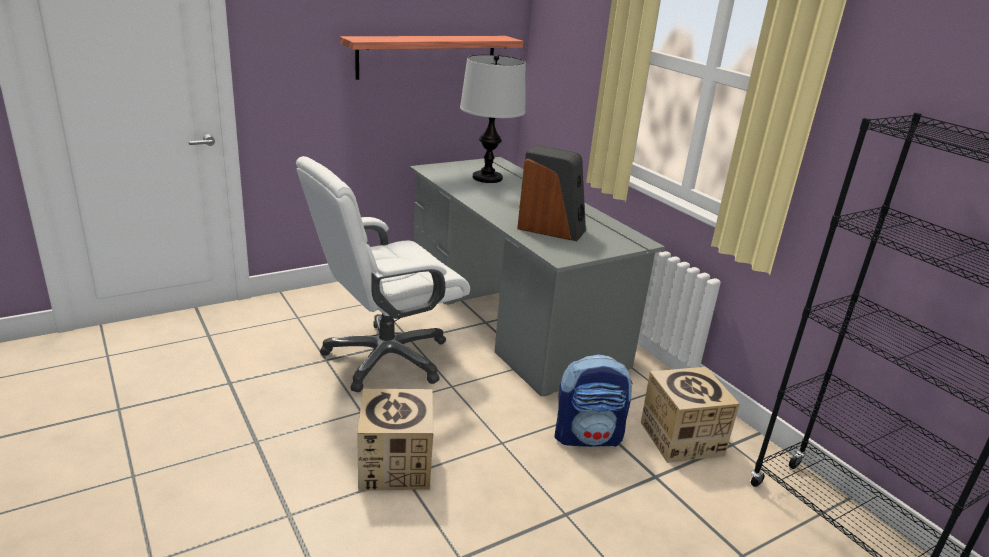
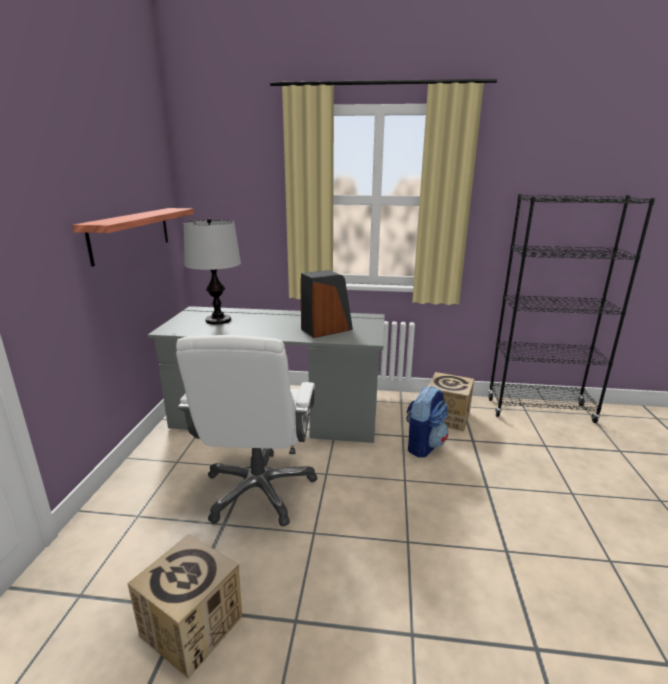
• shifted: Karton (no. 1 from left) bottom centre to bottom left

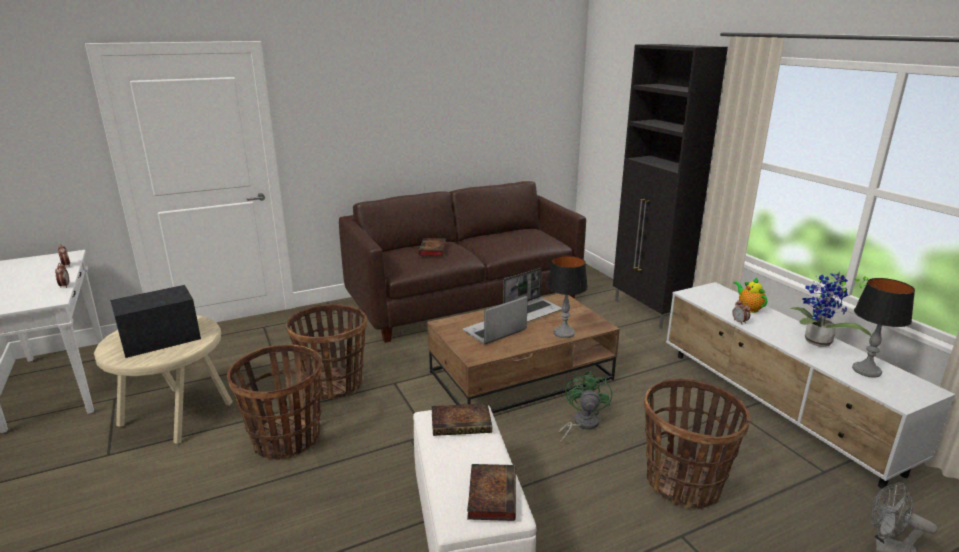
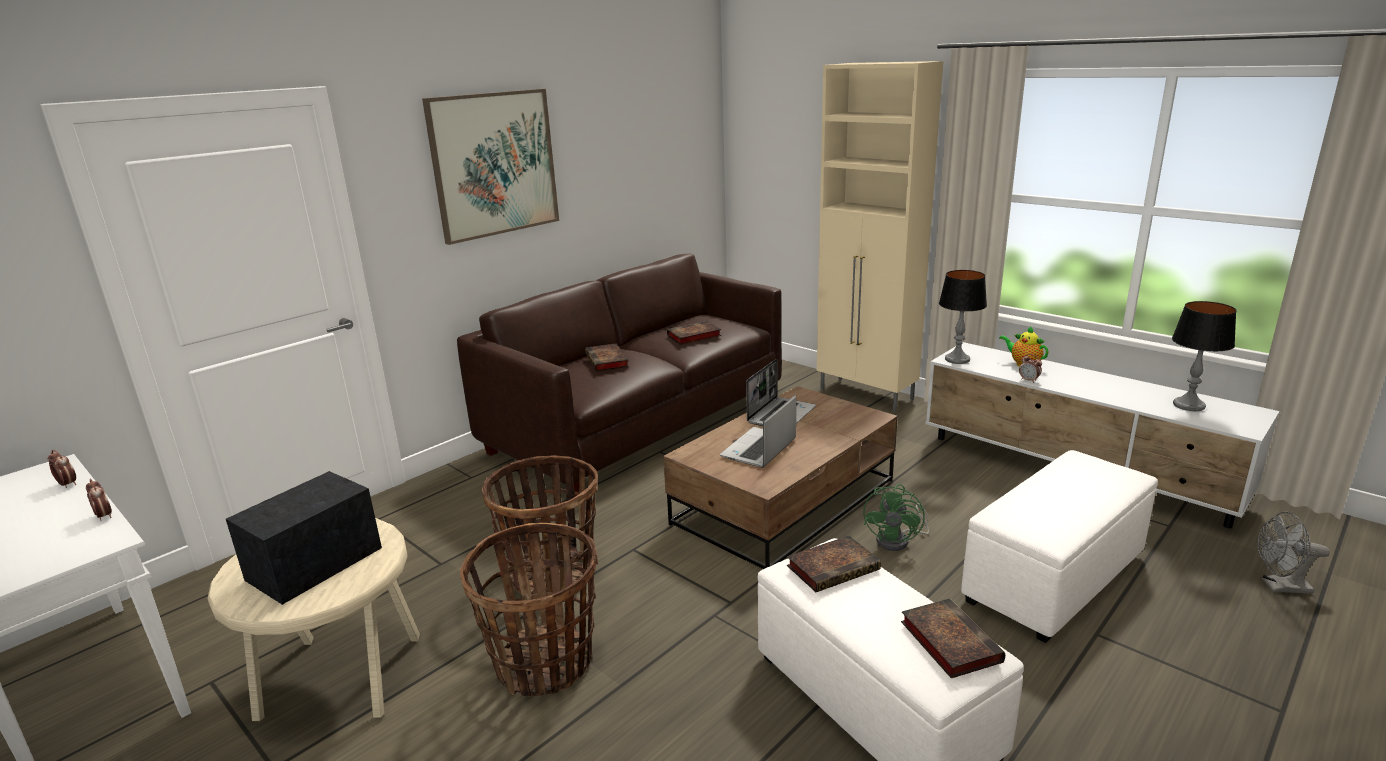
• new: Bild top centre
• new: Buch (no. 2 from left) centre
• repainted: Schrank/schwarz middle right to Schrank/beige top centre
• rotated: Ventilator/grün bottom centre = bottom centre 150 degrees counterclockwise
• shifted: Tischlampe (no. 1 from left) centre to middle right
• swapped: Korb (no. 3 from left) bottom right to Polsterhocker/weiß (no. 2 from left) bottom right
• gone: Topfpflanze middle right

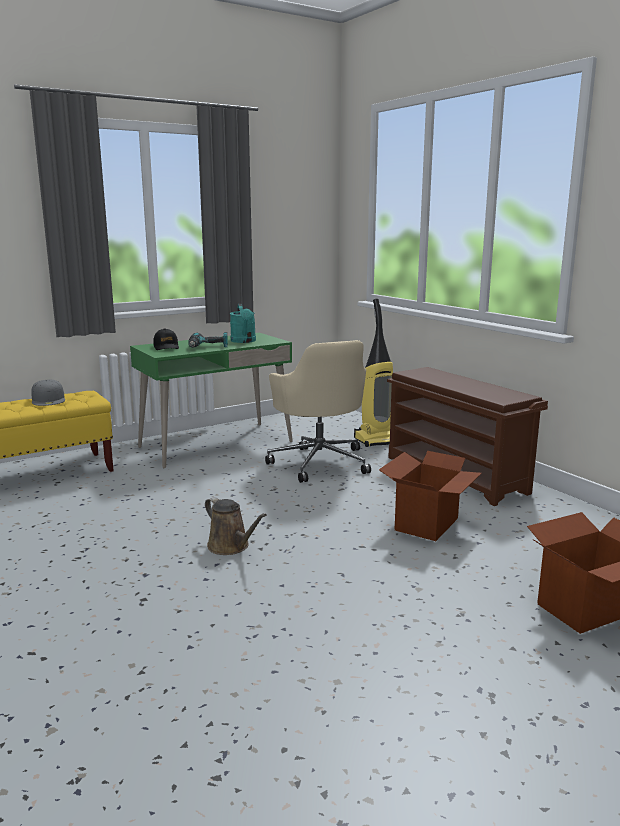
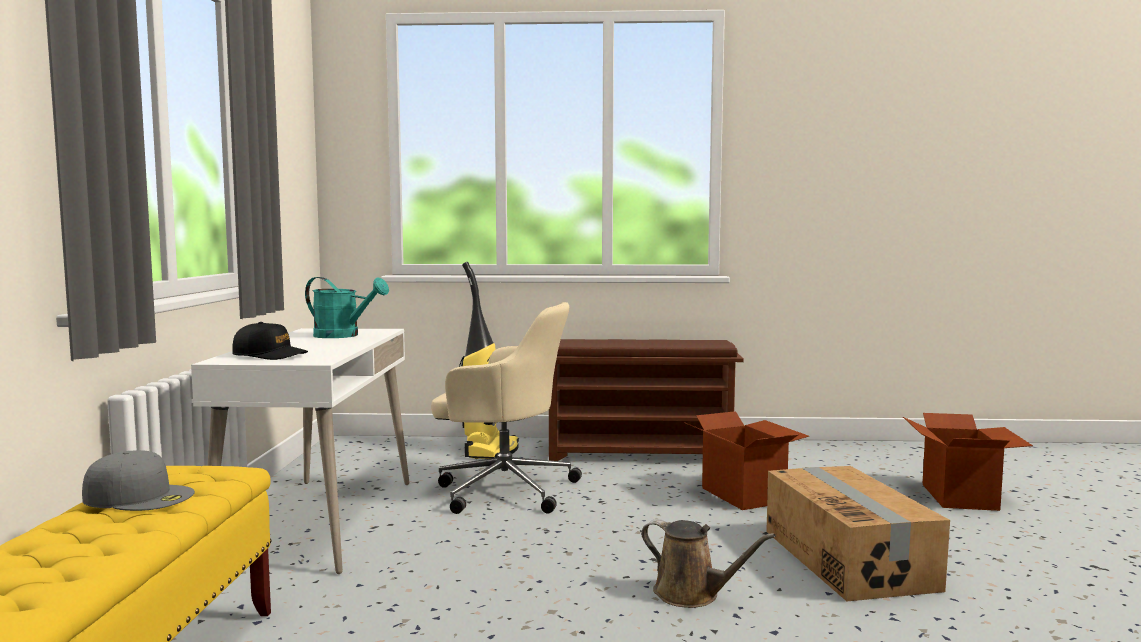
• repainted: Schreibtisch/grün centre to Schreibtisch/weiß bottom left
• rotated: Gießkanne/braun centre = bottom centre 45 degrees clockwise
• new: Karton (no. 2 from left) bottom right
• gone: Bohrmaschine centre

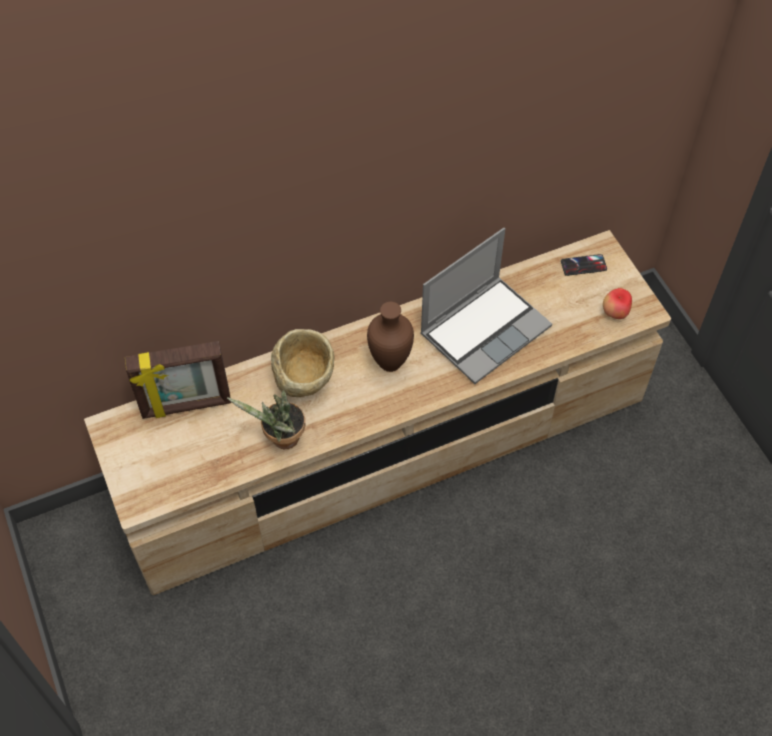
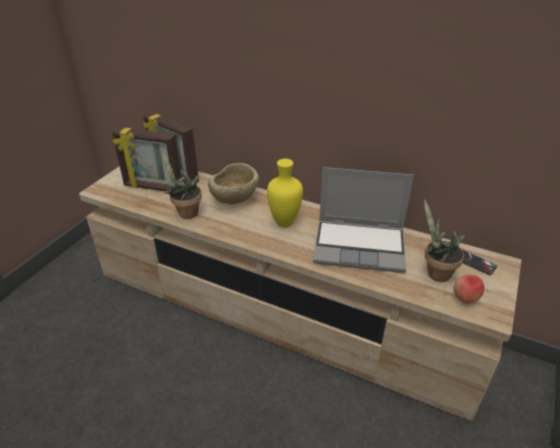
• new: Bilderrahmen (no. 1 from left) middle left
• repainted: Vase/braun centre to Vase/gelb centre
• new: Topfpflanze (no. 2 from left) middle right

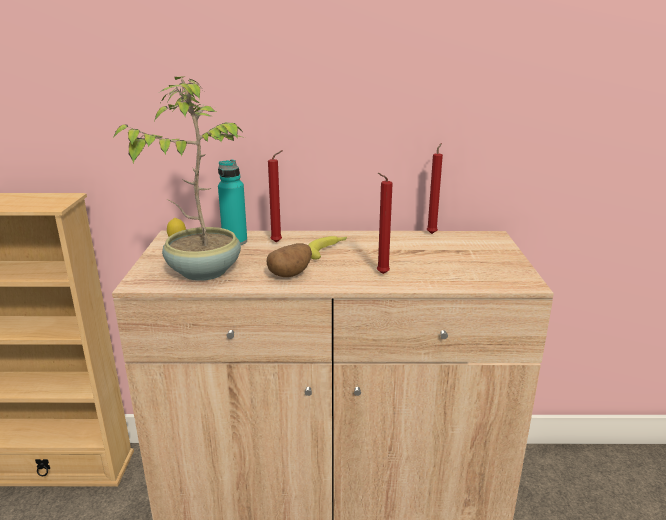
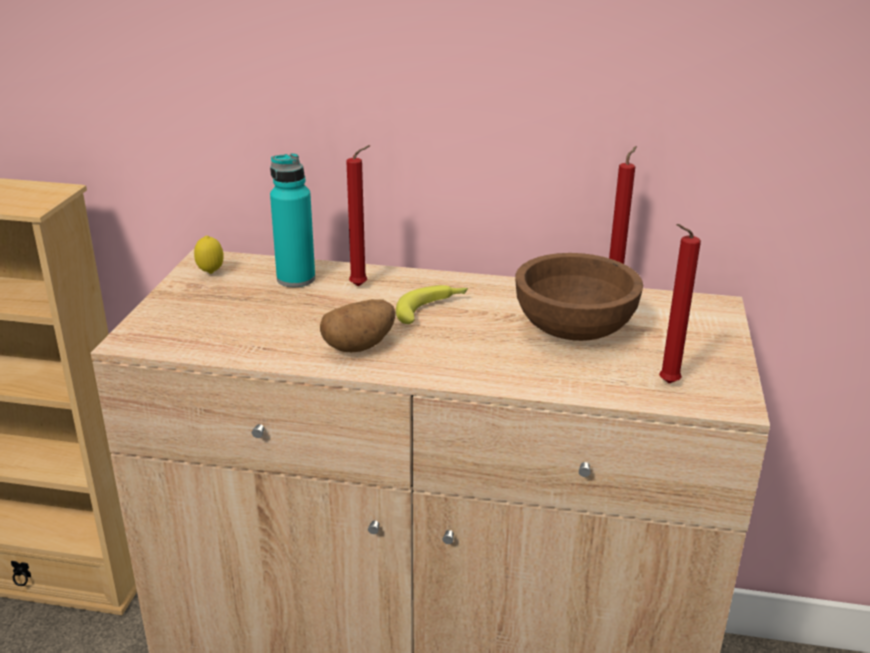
• new: Schüssel/braun centre
• shifted: Kerze/rot (no. 2 from left in the first image) centre to Kerze/rot (no. 3 from left) middle right
• gone: Topfpflanze middle left

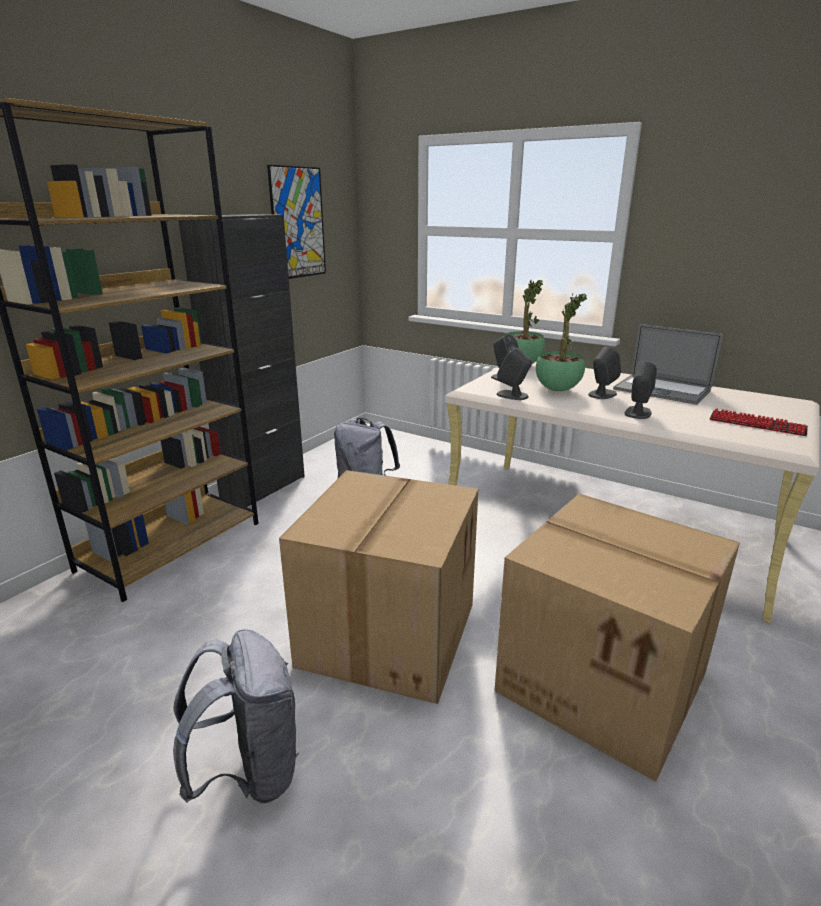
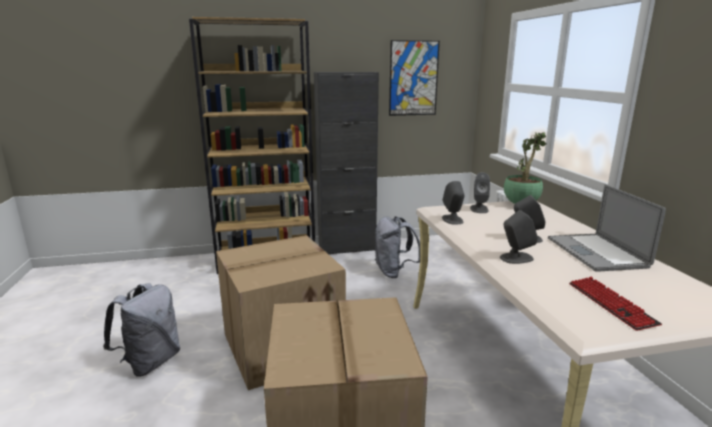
• gone: Topfpflanze (no. 2 from left) middle right

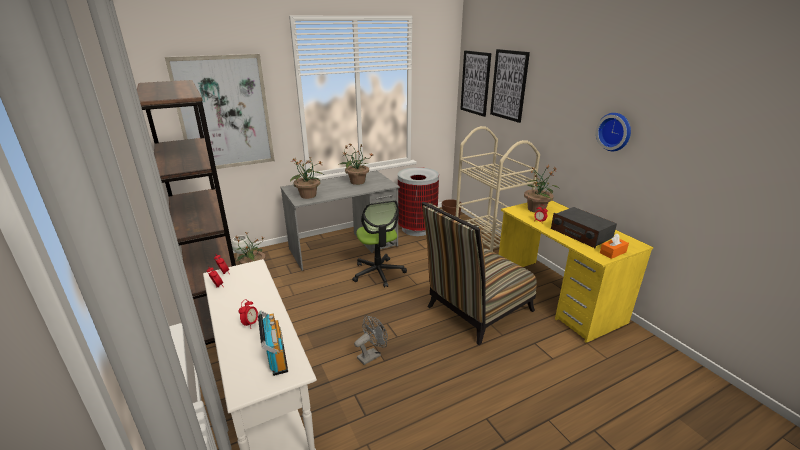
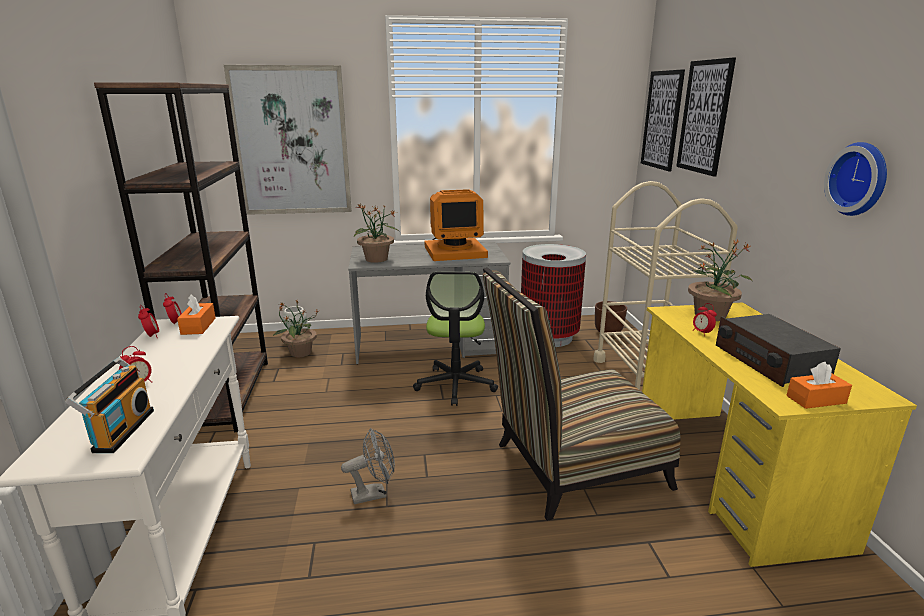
• new: Taschentuchbox/orange (no. 1 from left) middle left
• swapped: Topfpflanze (no. 3 from left) centre to Monitor centre

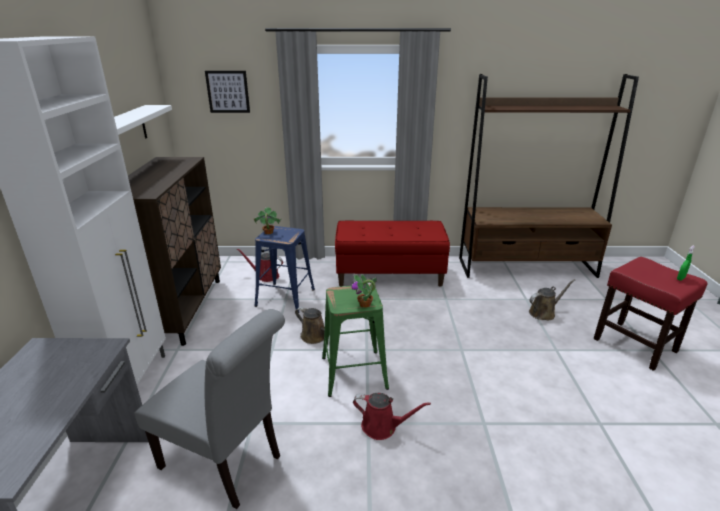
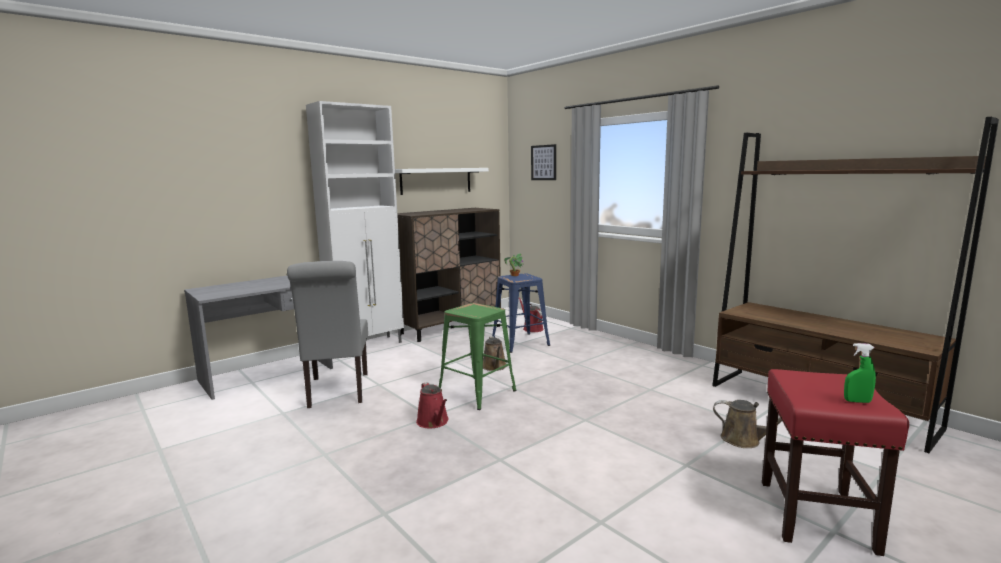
• gone: Bank/rot centre
• gone: Topfpflanze (no. 2 from left) centre

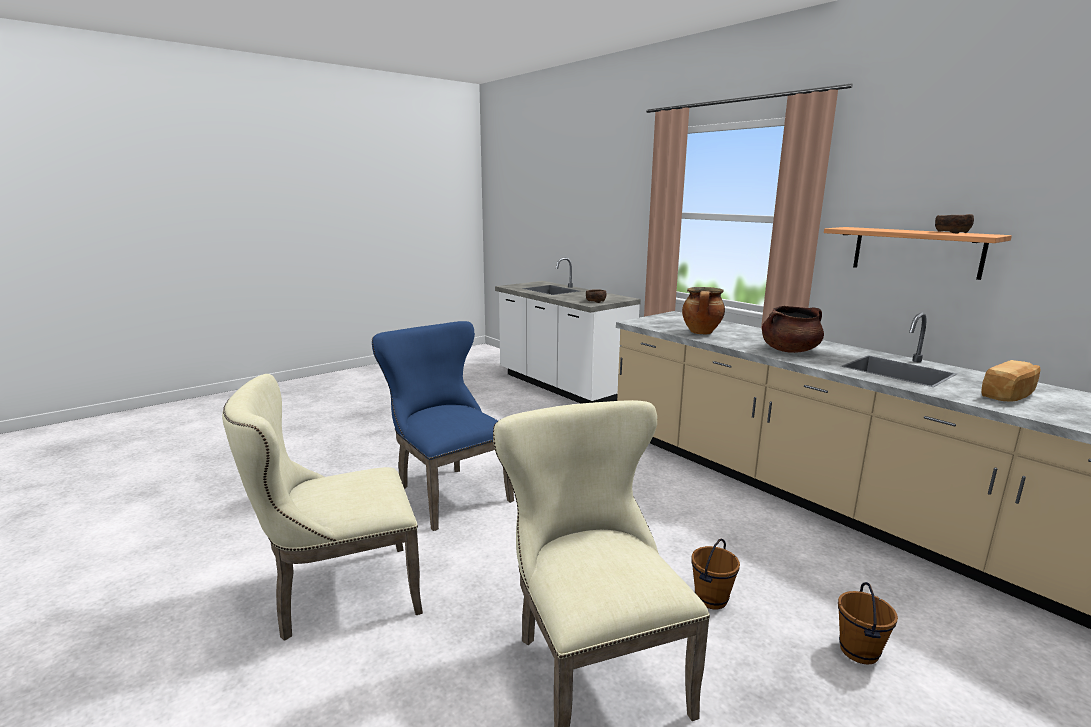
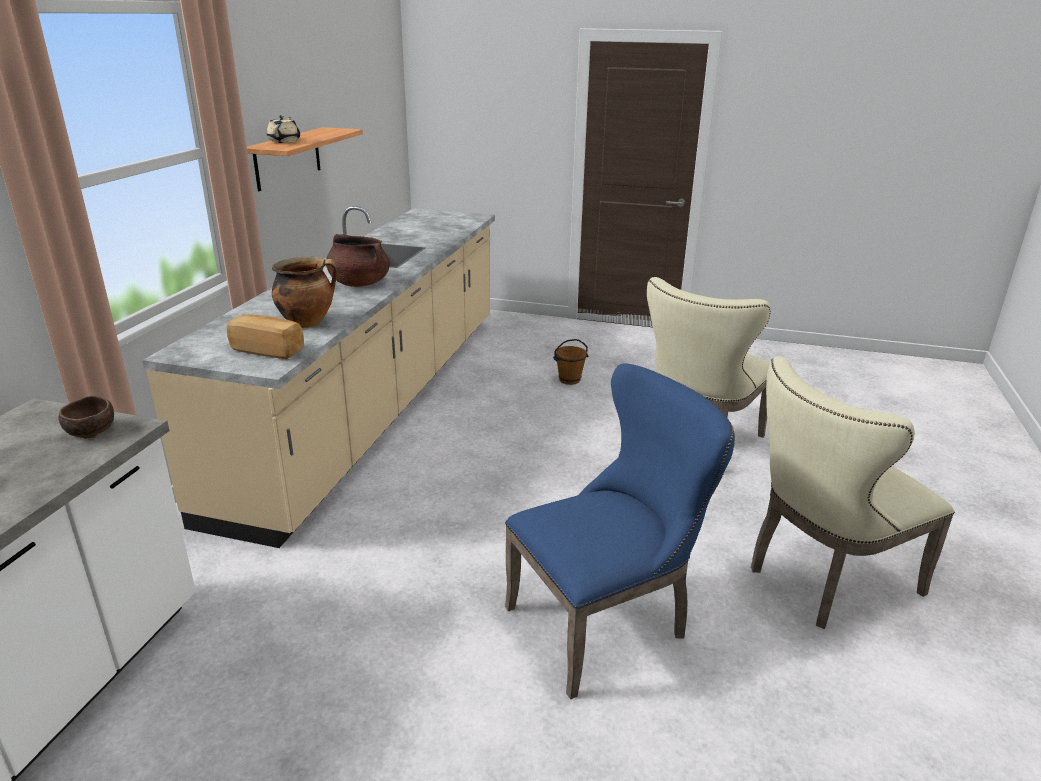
• shifted: Brot middle right to middle left
• new: Teekanne/beige top left
• rotated: Stuhl/blau centre = bottom centre 135 degrees counterclockwise
• rotated: Stuhl/beige (no. 1 from left in the first image) bottom left = middle right 120 degrees clockwise
• gone: Eimer/braun (no. 1 from left) bottom centre
• gone: Schüssel/braun (no. 2 from left) top right

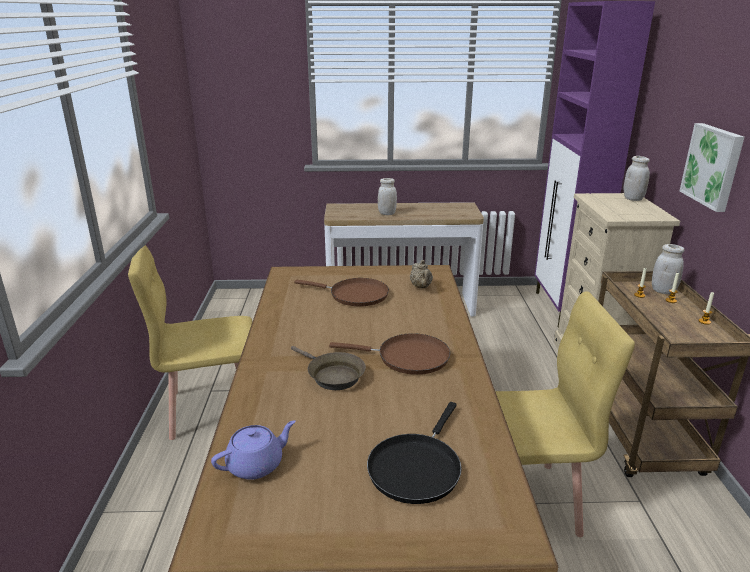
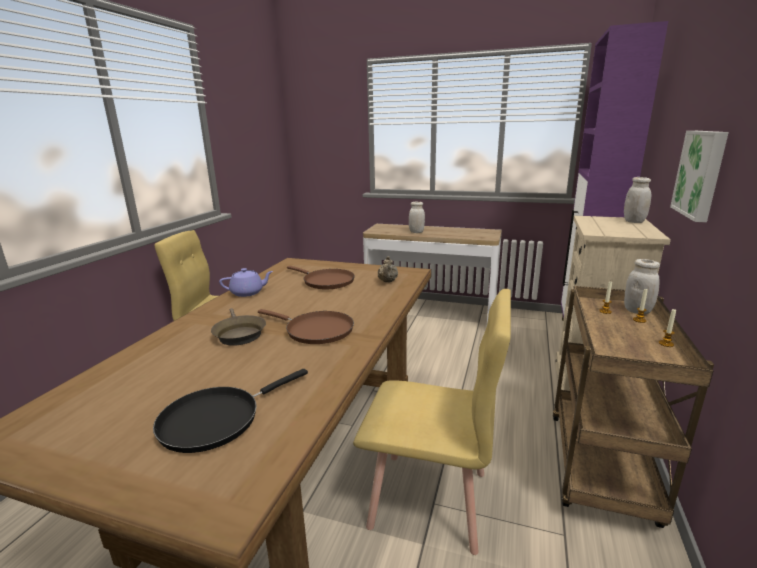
• shifted: Teekanne/lila bottom centre to middle left

